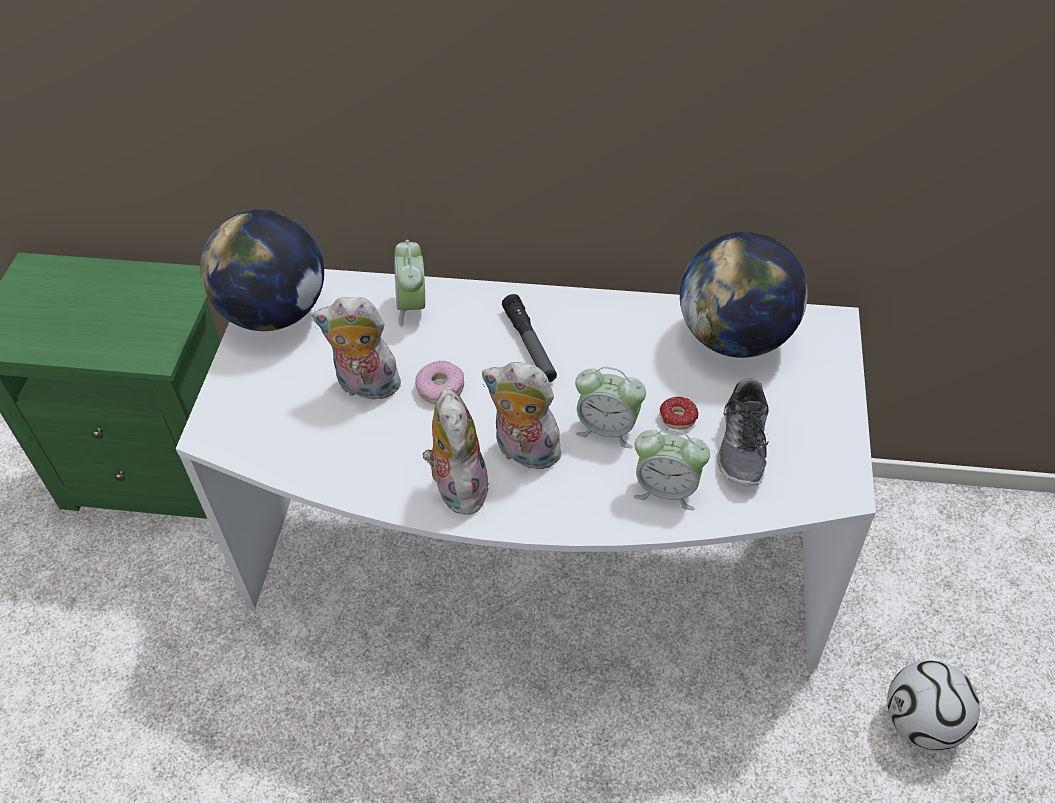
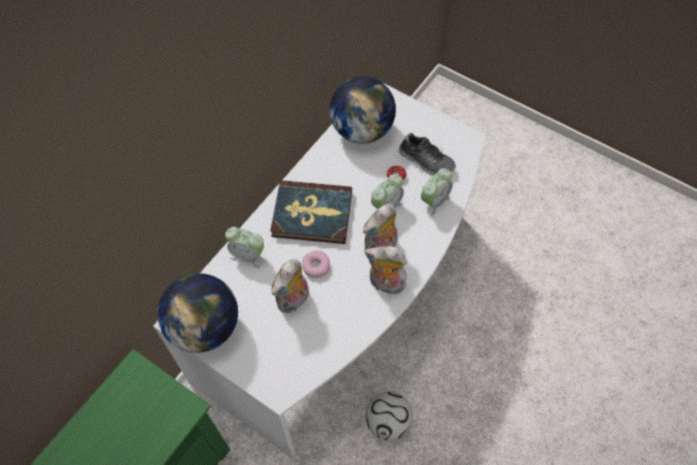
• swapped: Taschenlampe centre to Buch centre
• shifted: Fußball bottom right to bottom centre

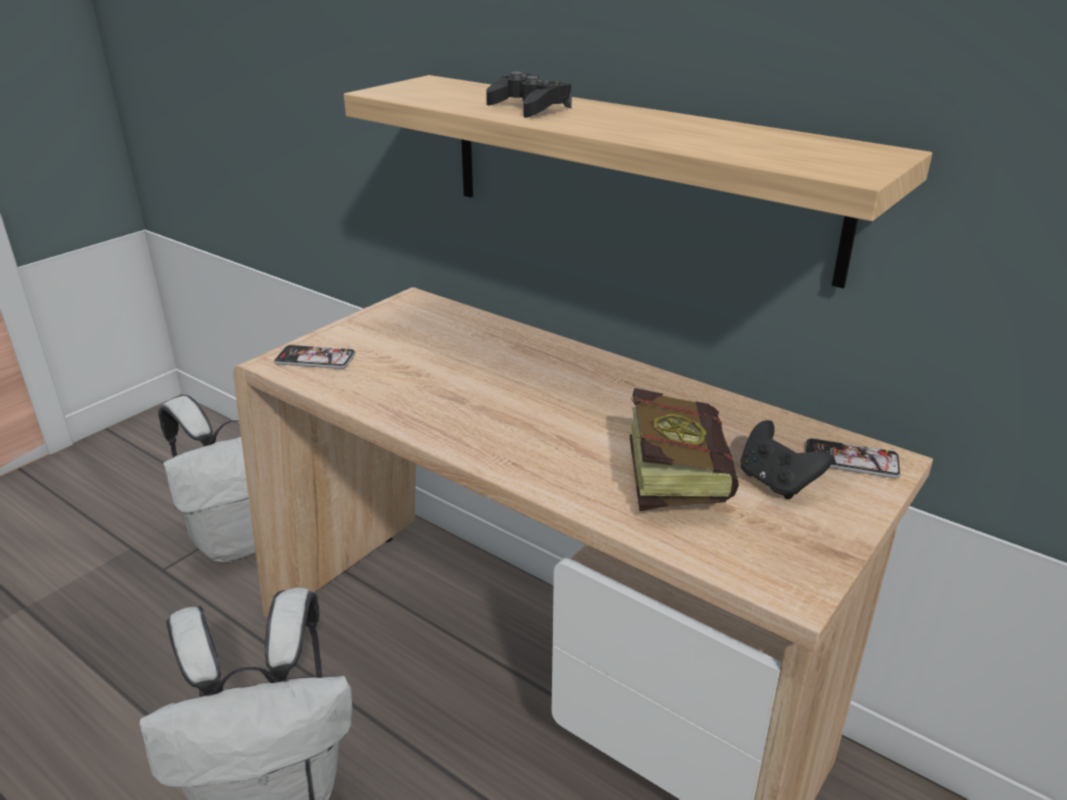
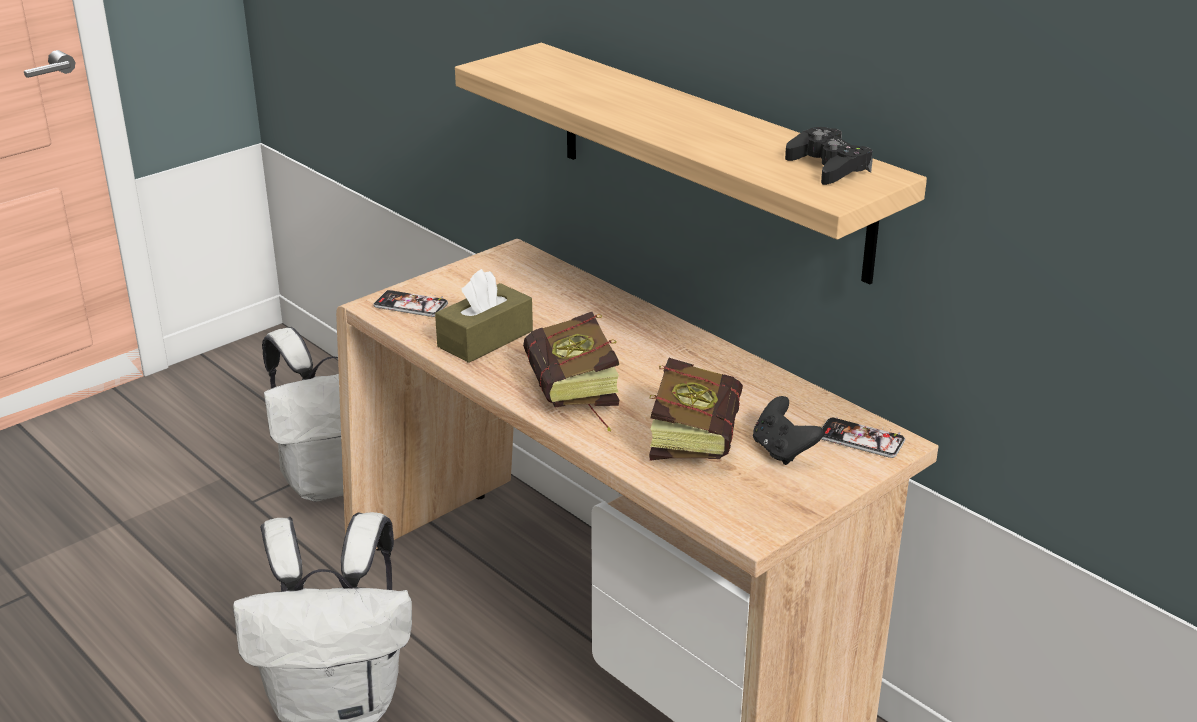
• new: Taschentuchbox/braun centre
• new: Buch (no. 1 from left) centre
• shifted: Gamepad/schwarz (no. 1 from left in the first image) top centre to Gamepad/schwarz (no. 2 from left) top right

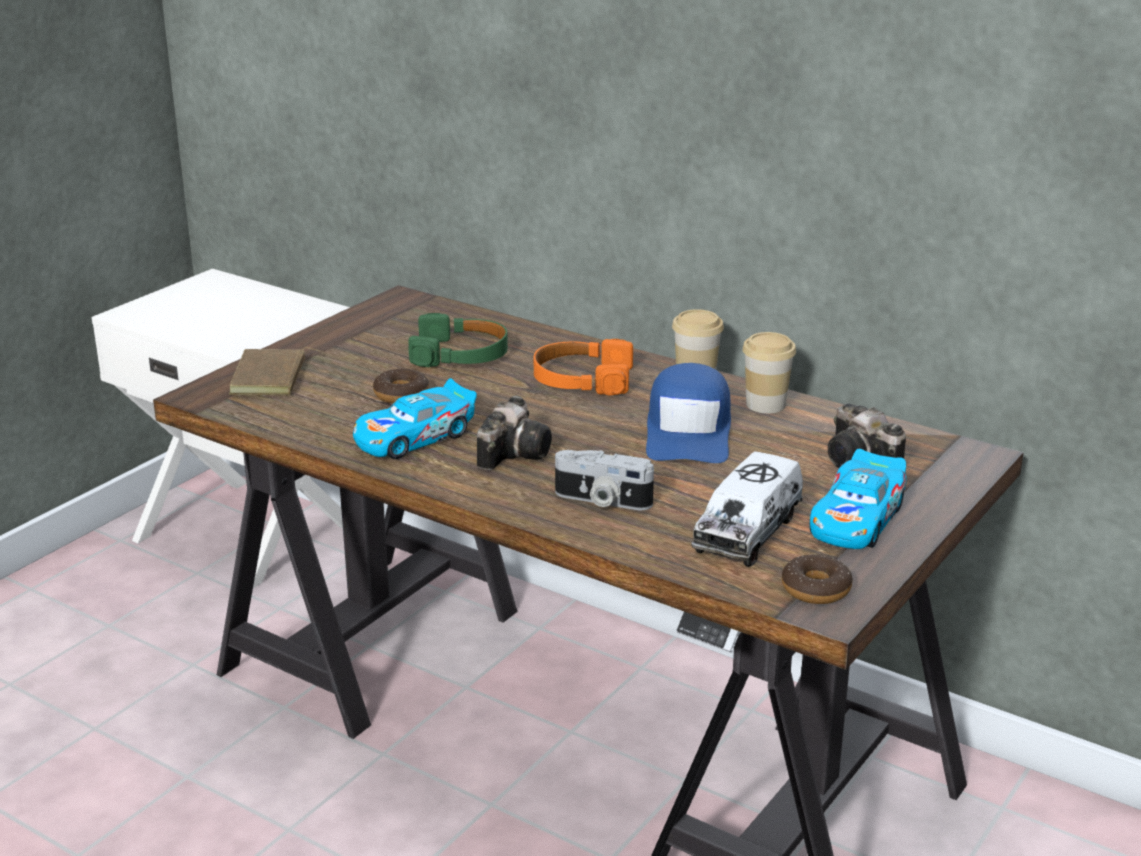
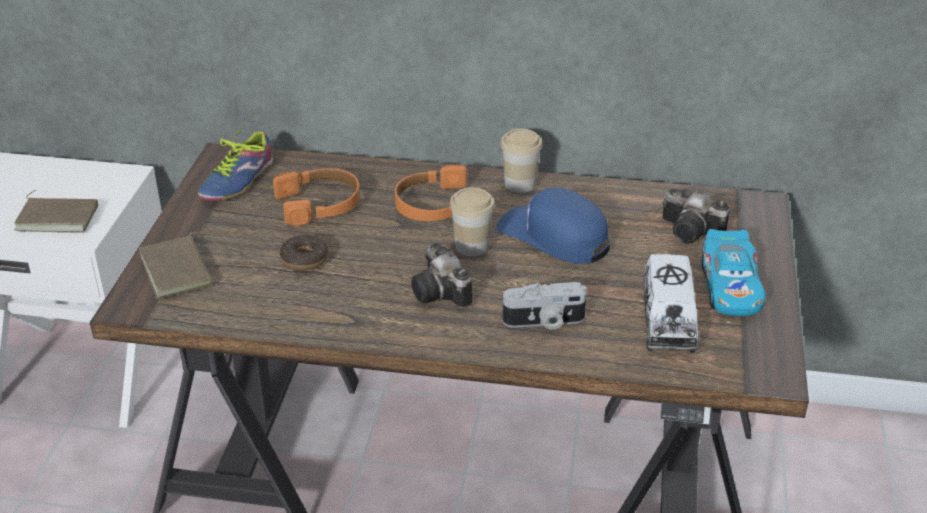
• new: Buch/braun (no. 1 from left) middle left
• new: Schuh top left
• repainted: Kopfhörer/grün centre to Kopfhörer/orange (no. 1 from left) centre
• rotated: Kamera (no. 1 from left) centre = centre 150 degrees clockwise
• shifted: Tasse (no. 2 from left in the first image) middle right to Tasse (no. 1 from left) centre
• rotated: Kappe/blau centre = centre 150 degrees clockwise
• gone: Spielzeugauto (no. 1 from left) centre
• gone: Donut (no. 2 from left) bottom right

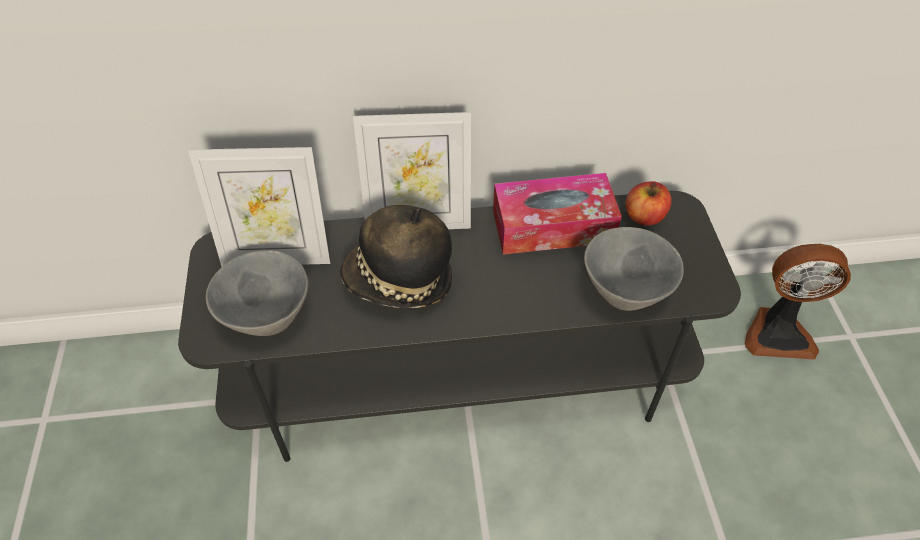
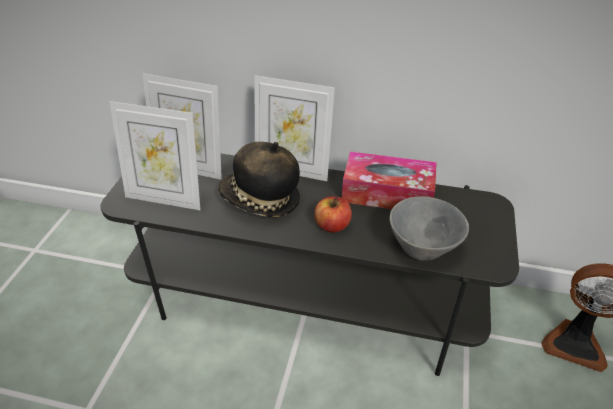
• swapped: Schüssel/grau (no. 1 from left) middle left to Bilderrahmen (no. 1 from left) middle left
• shifted: Apfel middle right to centre

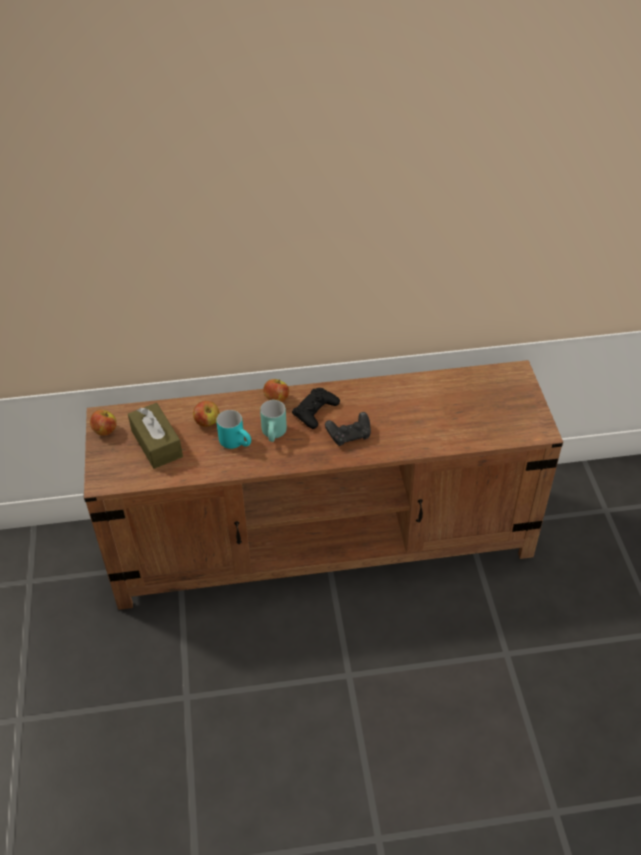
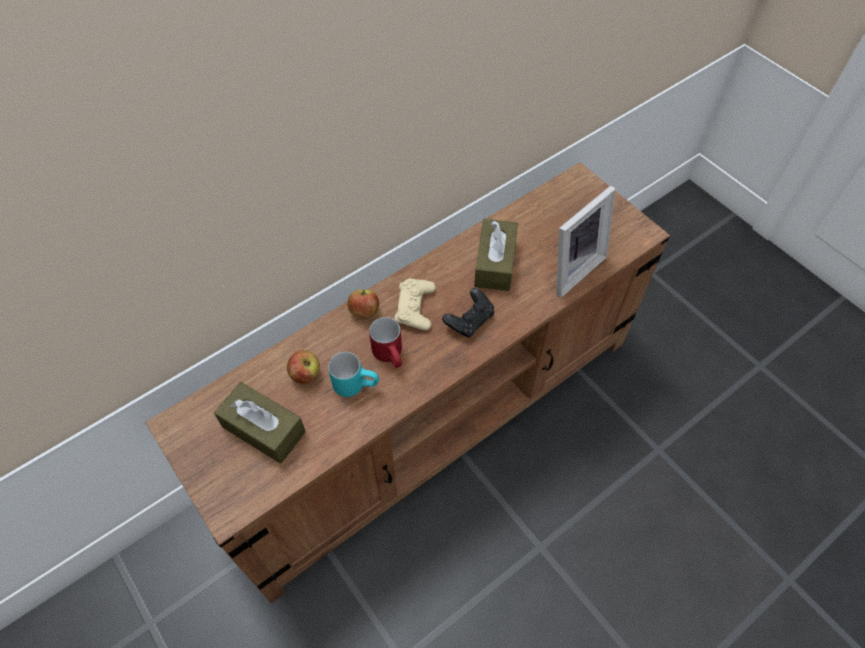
• repainted: Henkelbecher/türkis (no. 2 from left) centre to Henkelbecher/rot centre
• repainted: Gamepad/schwarz (no. 1 from left) centre to Gamepad/beige centre
• new: Taschentuchbox/braun (no. 2 from left) centre
• new: Bilderrahmen middle right
• gone: Apfel (no. 1 from left) middle left

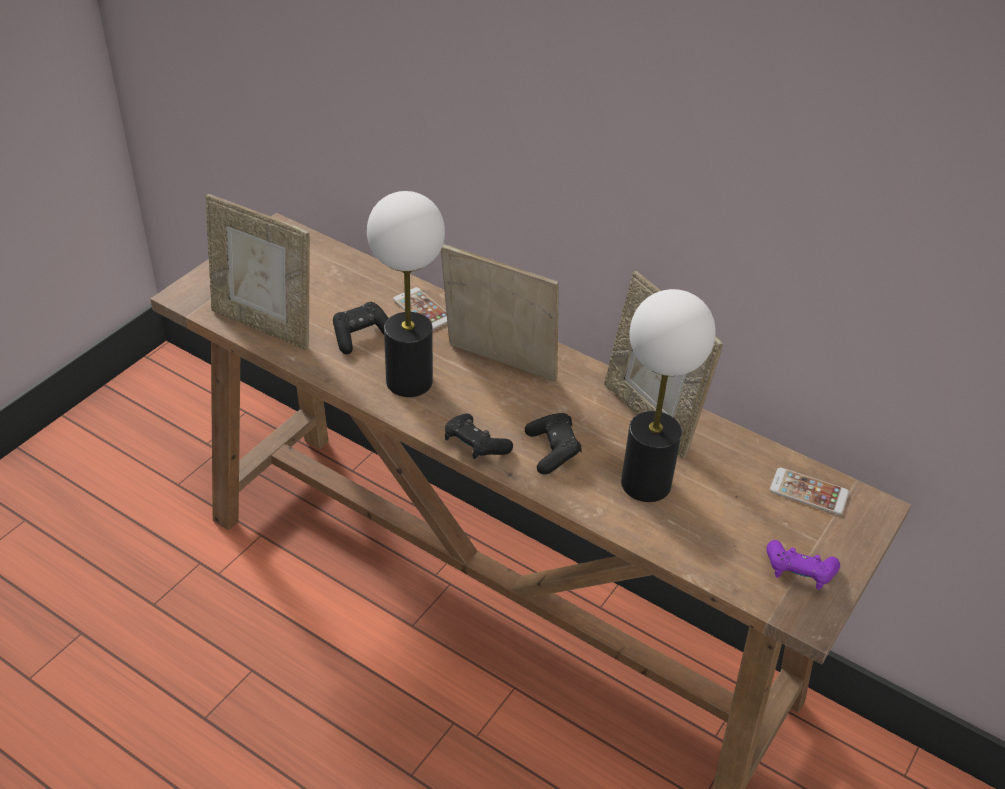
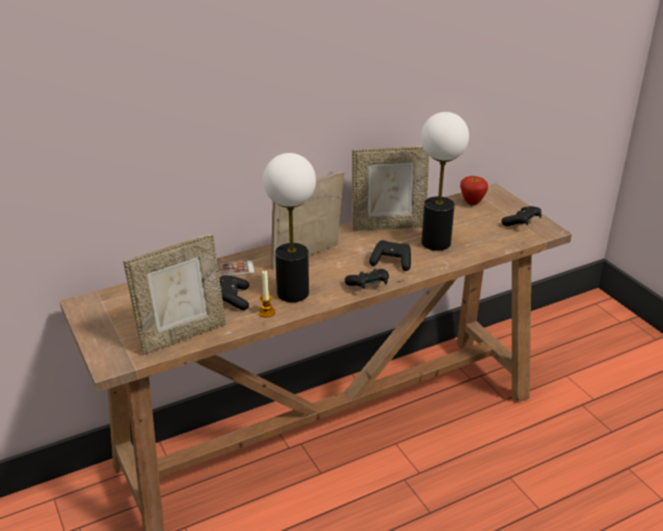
• new: Kerze centre
• swapped: Handy (no. 2 from left) middle right to Apfel middle right
• repainted: Gamepad/lila bottom right to Gamepad/schwarz (no. 4 from left) middle right

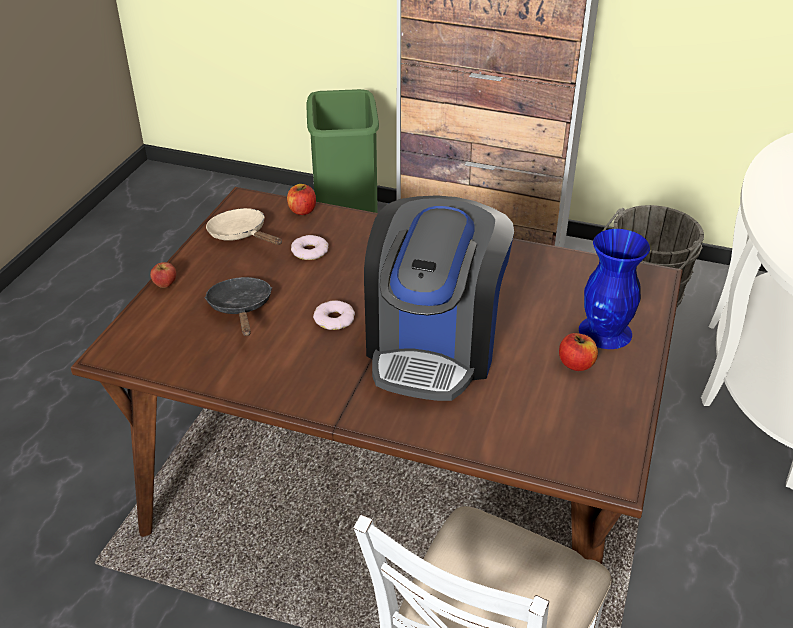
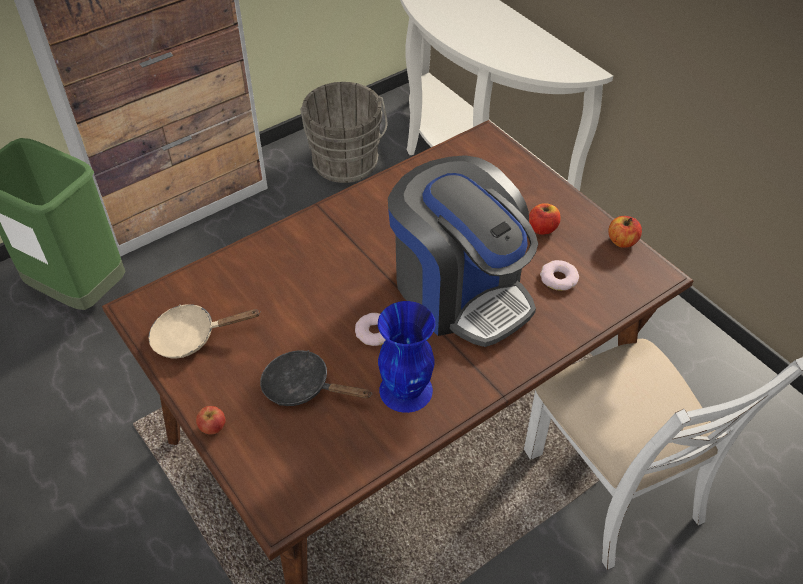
• shifted: Vase/blau middle right to centre
• shifted: Donut (no. 1 from left in the first image) centre to Donut (no. 2 from left) middle right
• shifted: Apfel (no. 2 from left in the first image) top centre to Apfel (no. 3 from left) middle right

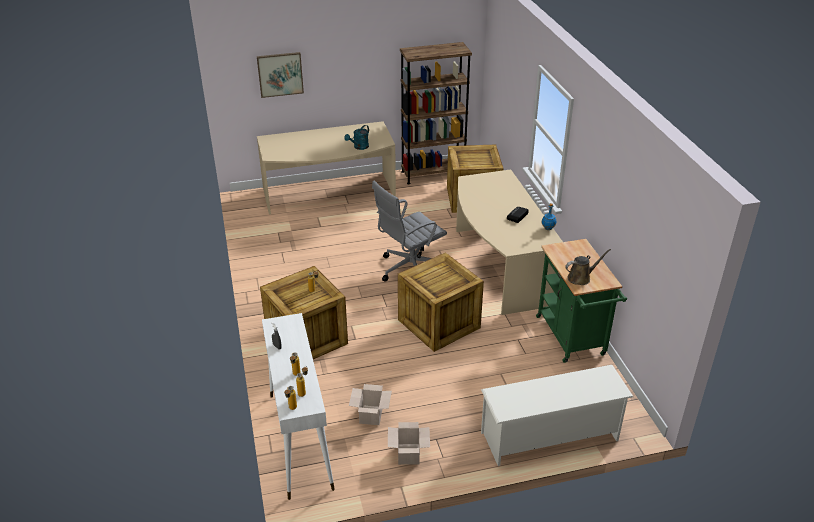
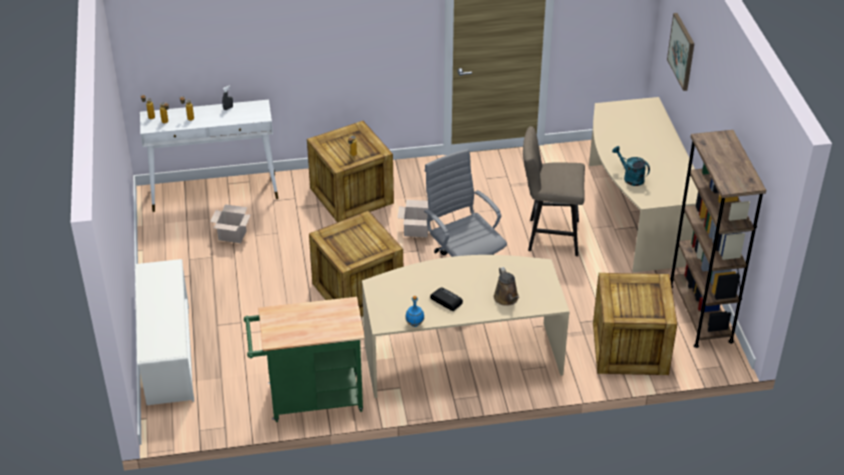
• shifted: Karton (no. 2 from left) bottom centre to centre
• shifted: Gießkanne/braun middle right to centre
• new: Hocker/beige centre

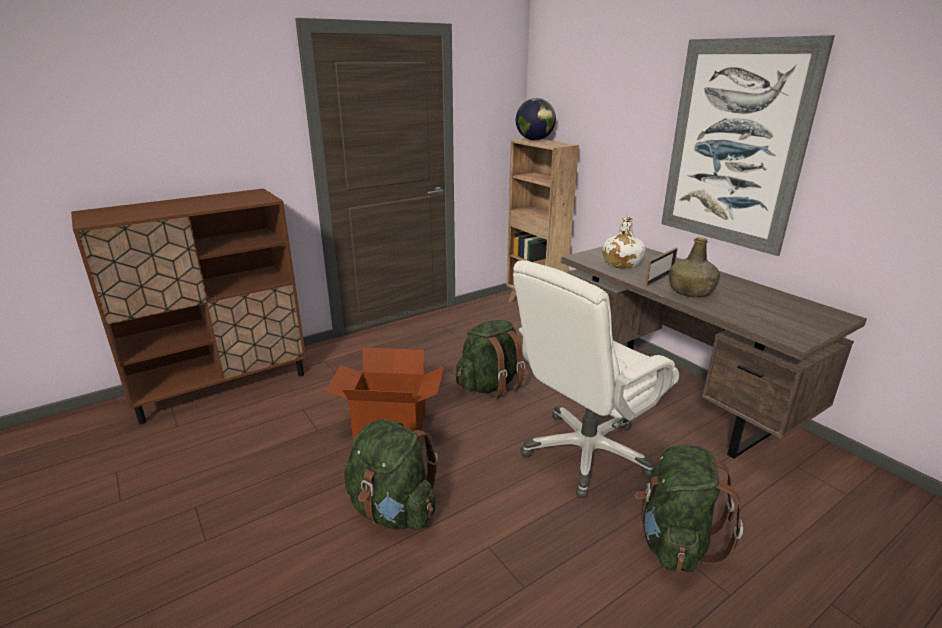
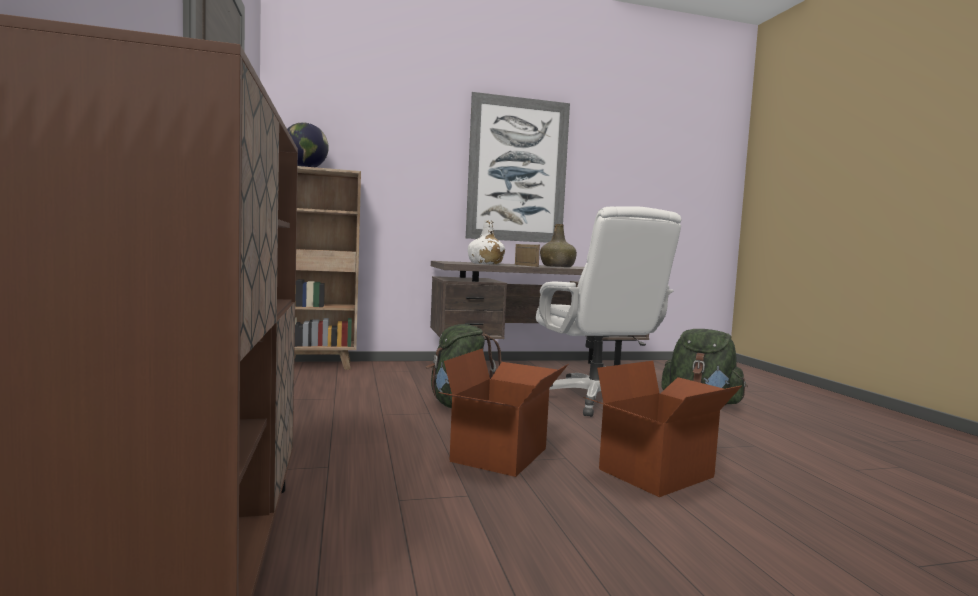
• swapped: Rucksack/grün (no. 1 from left) bottom centre to Karton (no. 2 from left) bottom right

